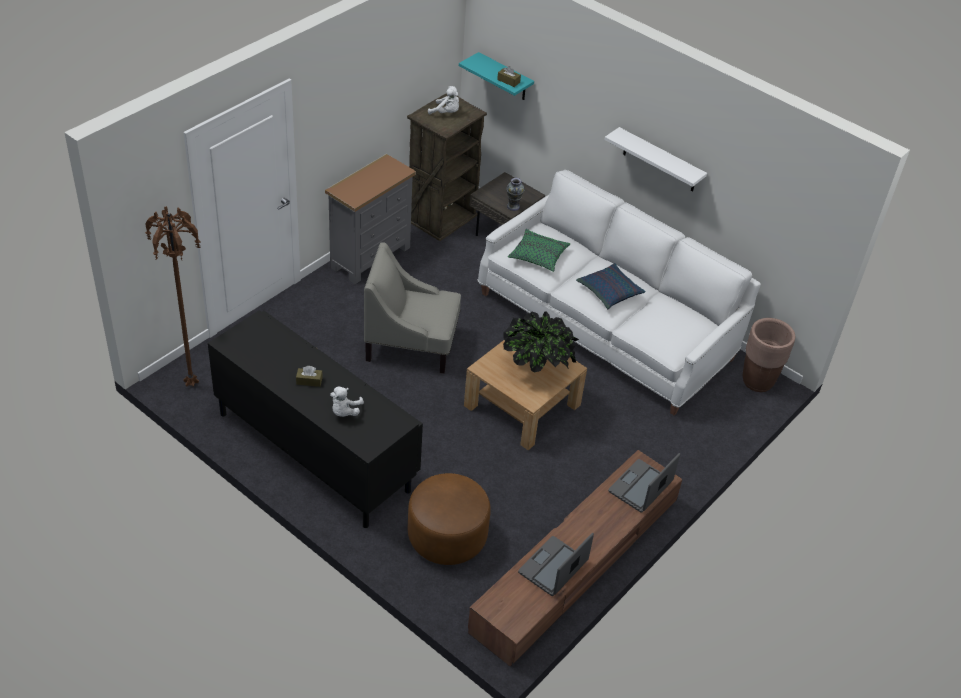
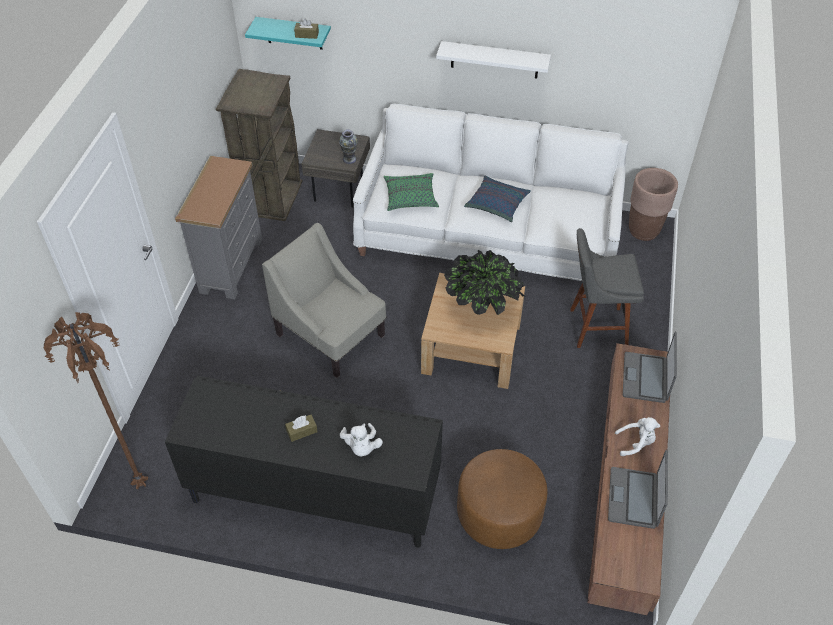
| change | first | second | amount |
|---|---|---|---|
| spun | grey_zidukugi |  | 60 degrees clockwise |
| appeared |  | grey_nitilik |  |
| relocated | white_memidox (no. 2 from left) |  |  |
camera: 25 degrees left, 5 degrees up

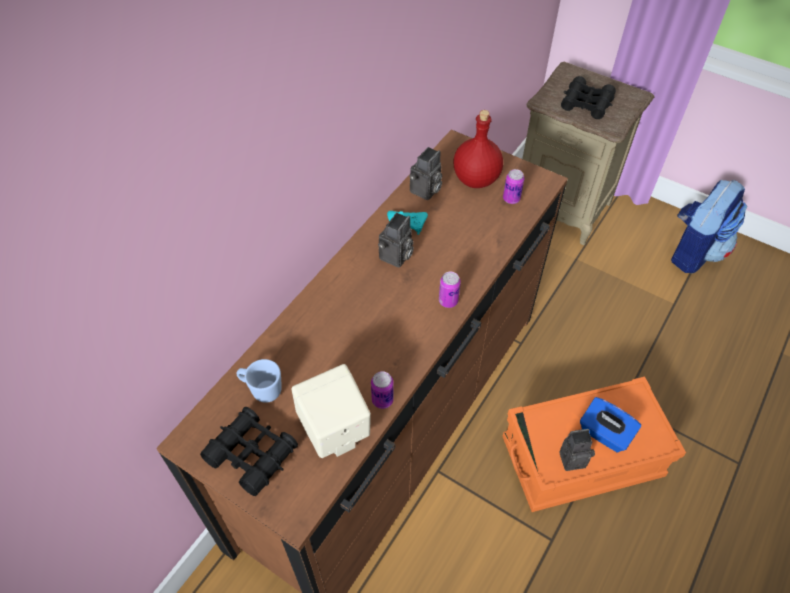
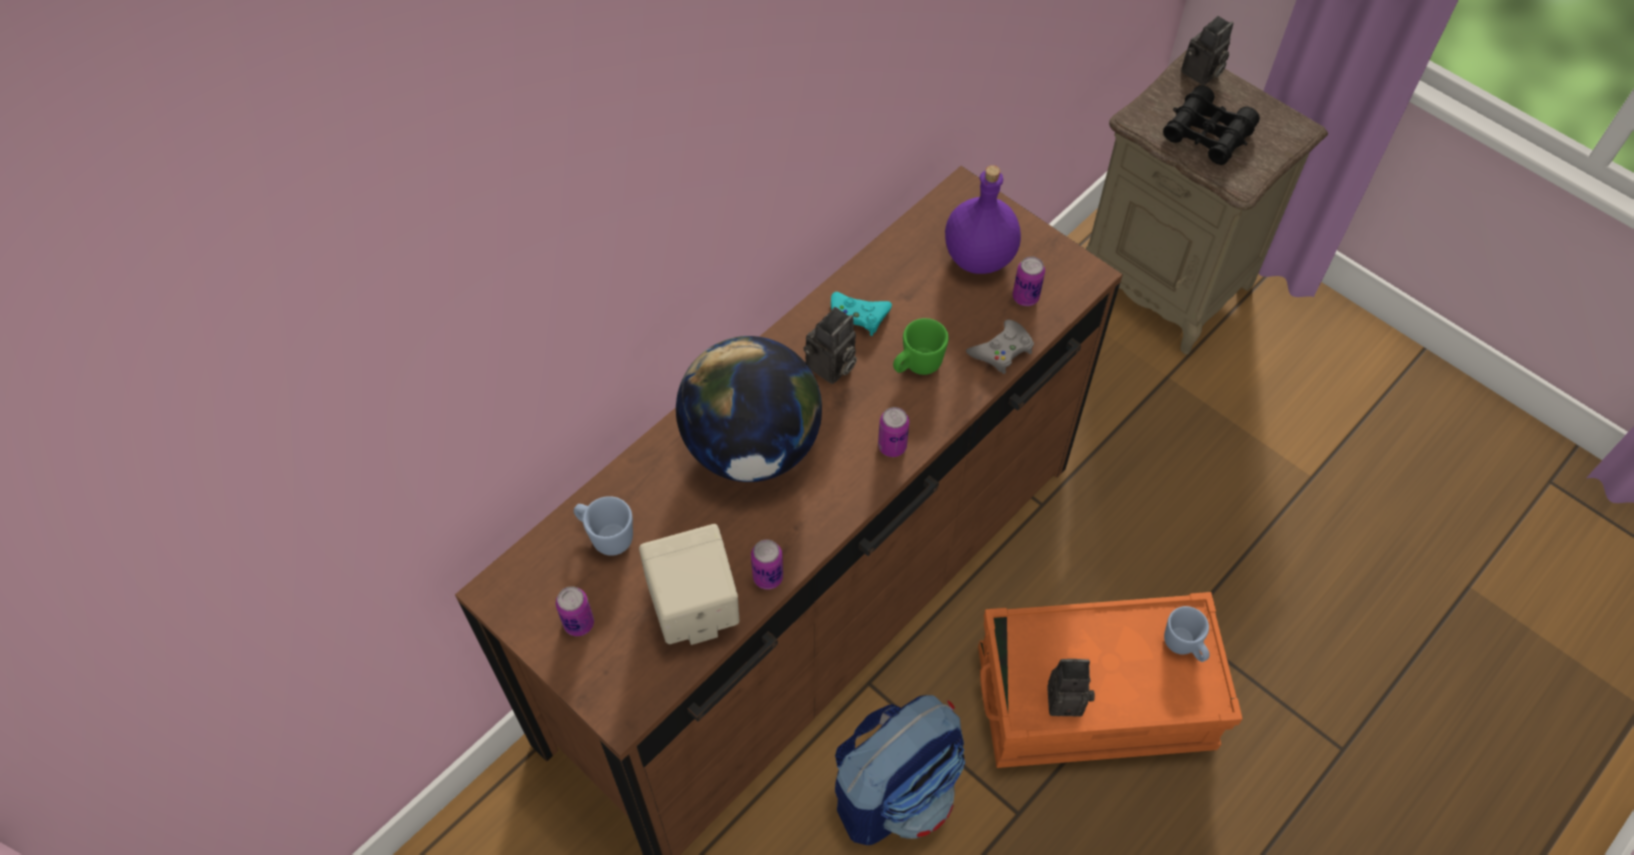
| change | first | second | amount |
|---|---|---|---|
| exchanged | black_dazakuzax (no. 1 from left) | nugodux (no. 1 from left) |  |
| appeared |  | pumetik |  |
| relocated | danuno |  |  |
| appeared |  | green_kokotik |  |
| colour | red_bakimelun | purple_bakimelun |  |
| appeared |  | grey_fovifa |  |
| appeared |  | blue_kokotik (no. 2 from left) |  |
| relocated | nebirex (no. 2 from left in the first image) | nebirex (no. 3 from left) |  |
| missing | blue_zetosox |  |  |
camera: 10 degrees right, 5 degrees up

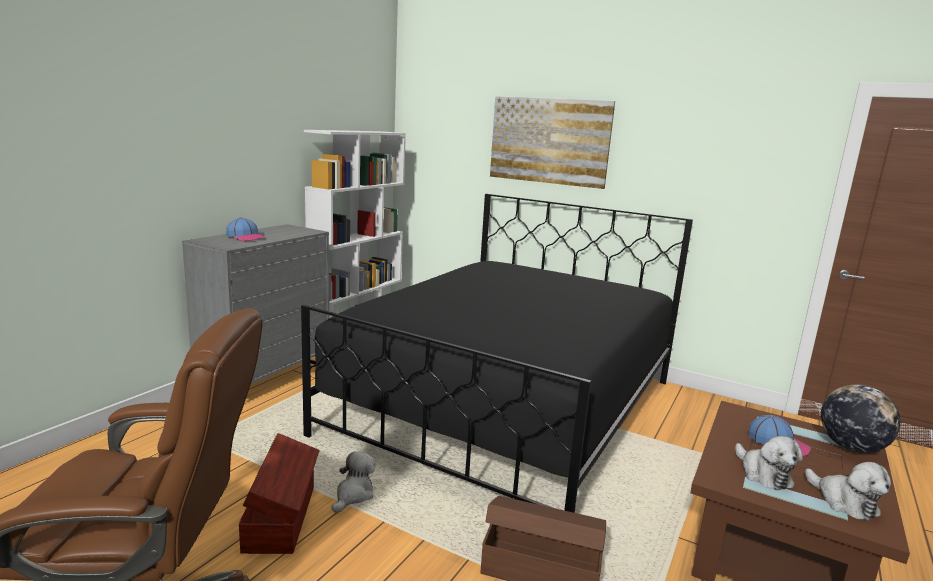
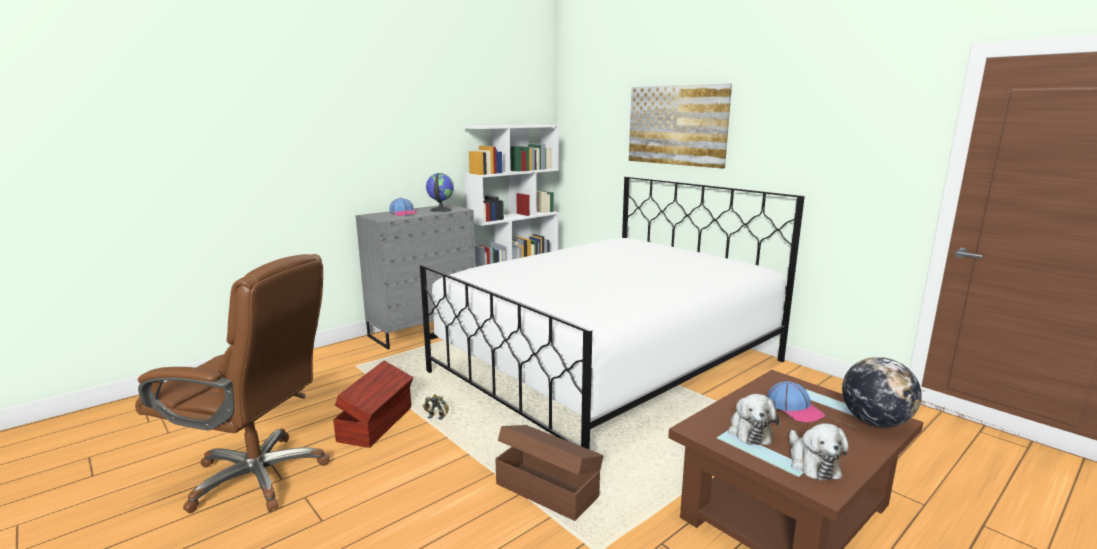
| change | first | second | amount |
|---|---|---|---|
| colour | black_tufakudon | white_tufakudon |  |
| exchanged | memidox (no. 1 from left) | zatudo |  |
| appeared |  | pumetik (no. 1 from left) |  |
camera: 20 degrees right, 0 degrees up

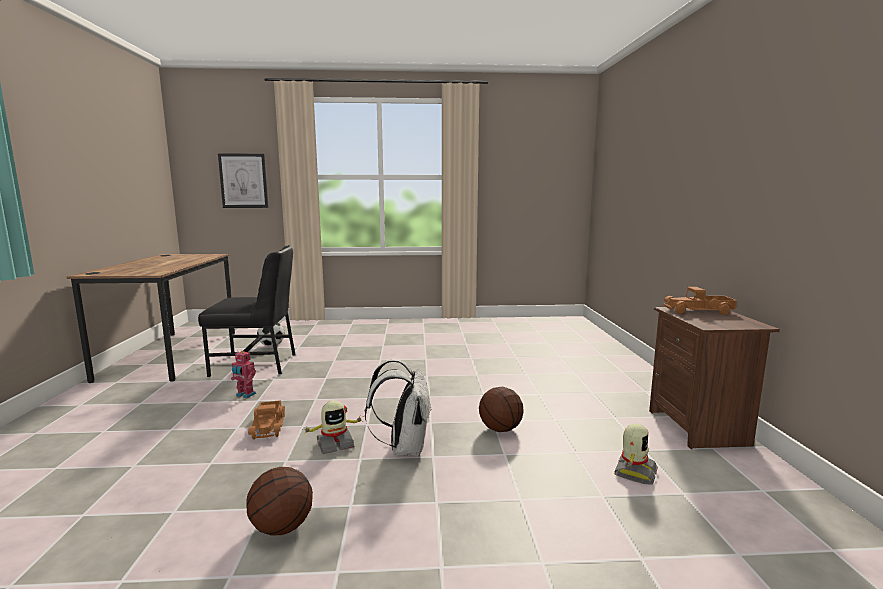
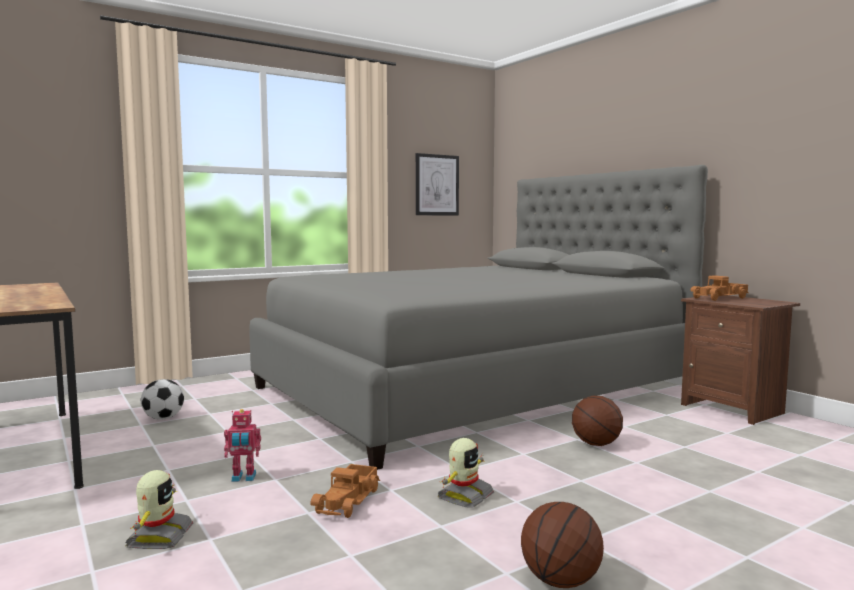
| change | first | second | amount |
|---|---|---|---|
| relocated | zatudo (no. 3 from left in the first image) | zatudo (no. 1 from left) |  |
| appeared |  | grey_tufakudon |  |
| spun | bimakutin (no. 1 from left) |  | 60 degrees clockwise |
| relocated | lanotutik |  |  |
| missing | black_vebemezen |  |  |
| missing | white_danuno |  |  |
camera: 30 degrees left, 5 degrees down

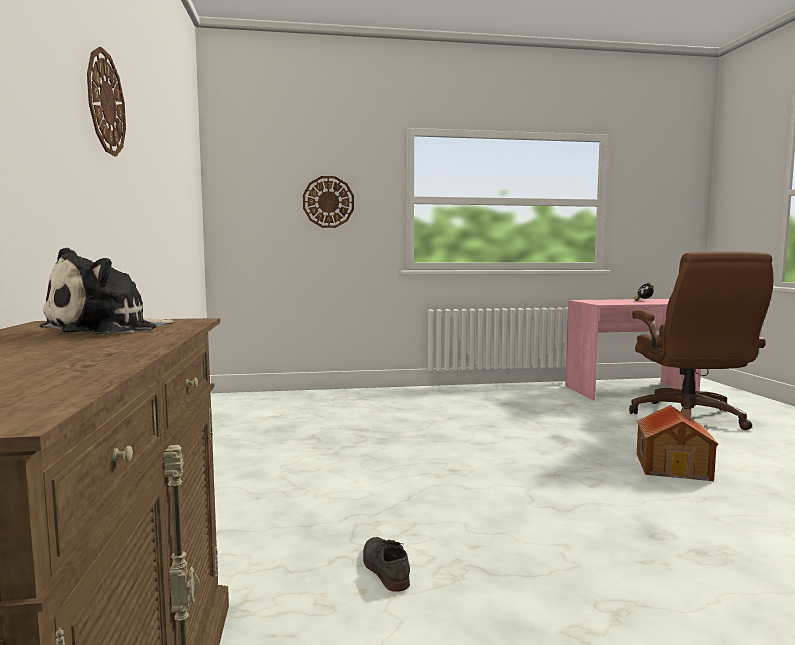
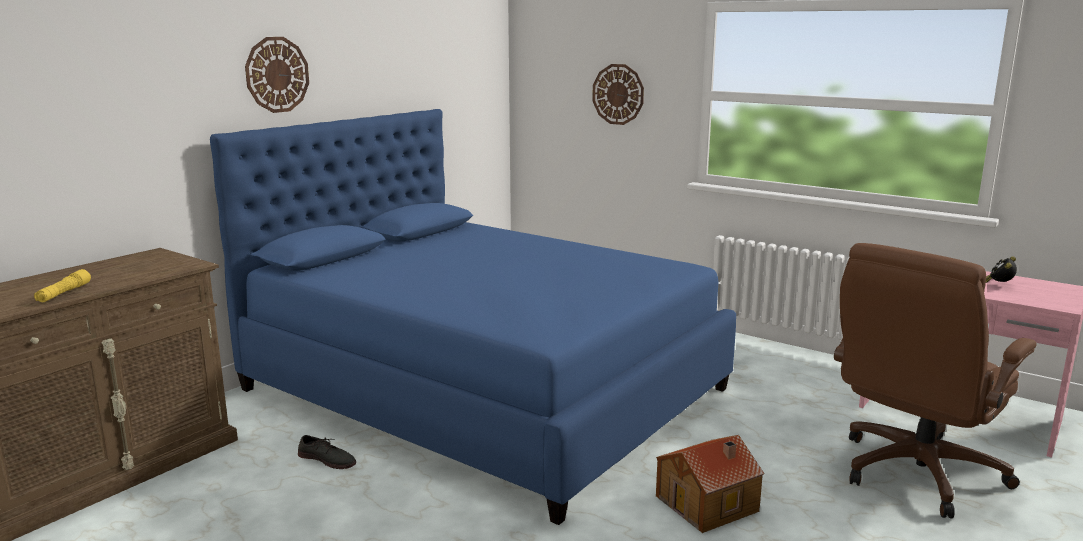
| change | first | second | amount |
|---|---|---|---|
| appeared |  | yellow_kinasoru |  |
| appeared |  | blue_tufakudon |  |
| spun | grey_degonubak |  | 90 degrees clockwise |
| missing | memidox |  |  |
camera: 45 degrees right, 10 degrees up

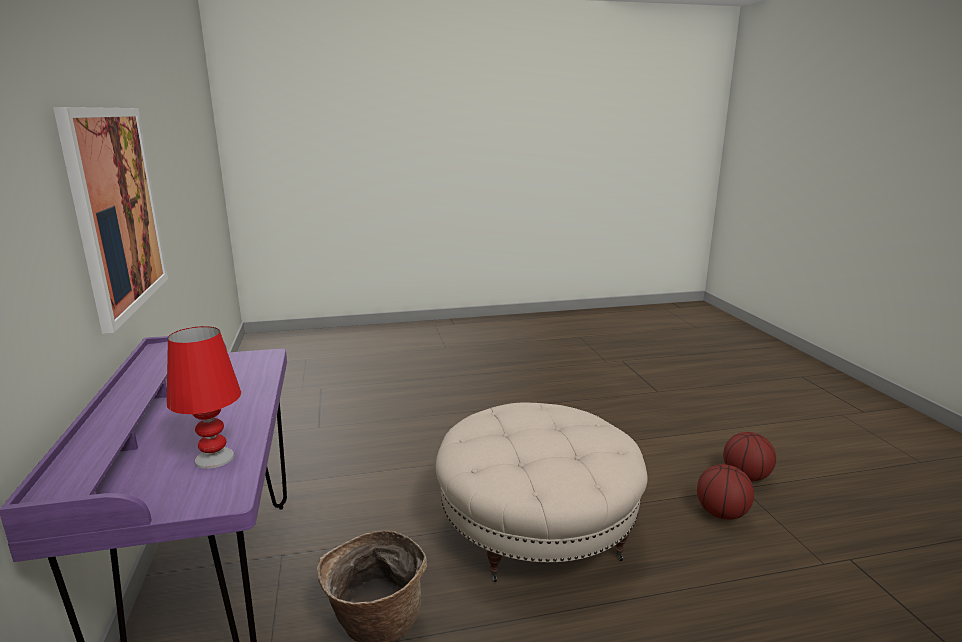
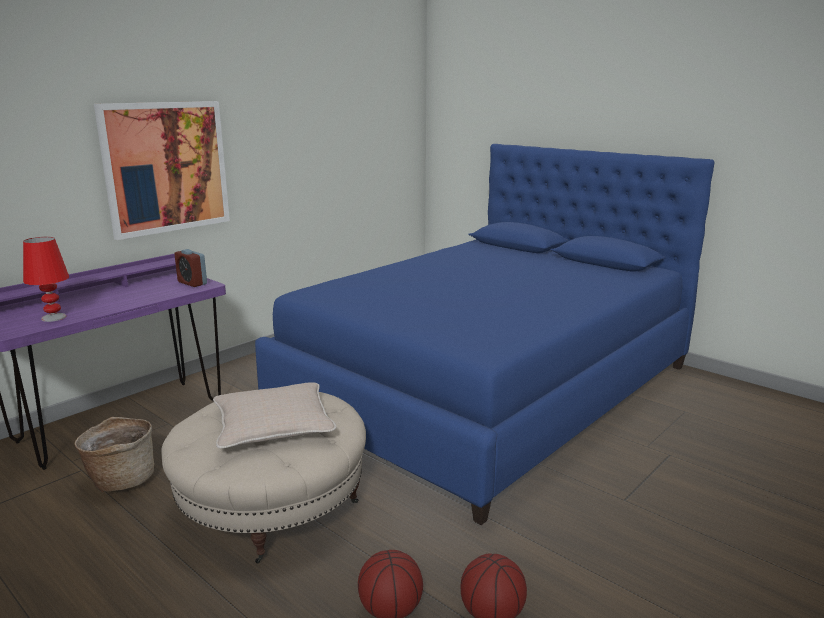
| change | first | second | amount |
|---|---|---|---|
| appeared |  | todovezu |  |
| appeared |  | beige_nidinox |  |
| appeared |  | blue_tufakudon |  |
camera: 55 degrees right, 0 degrees up

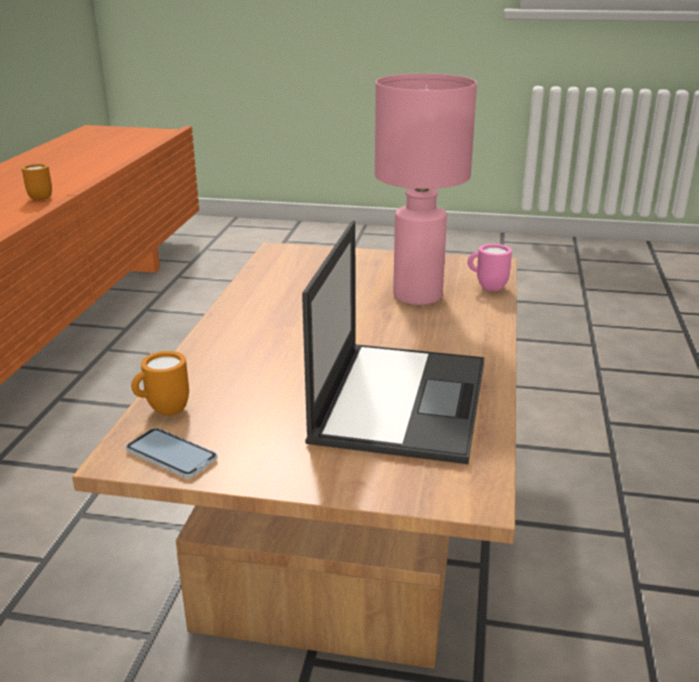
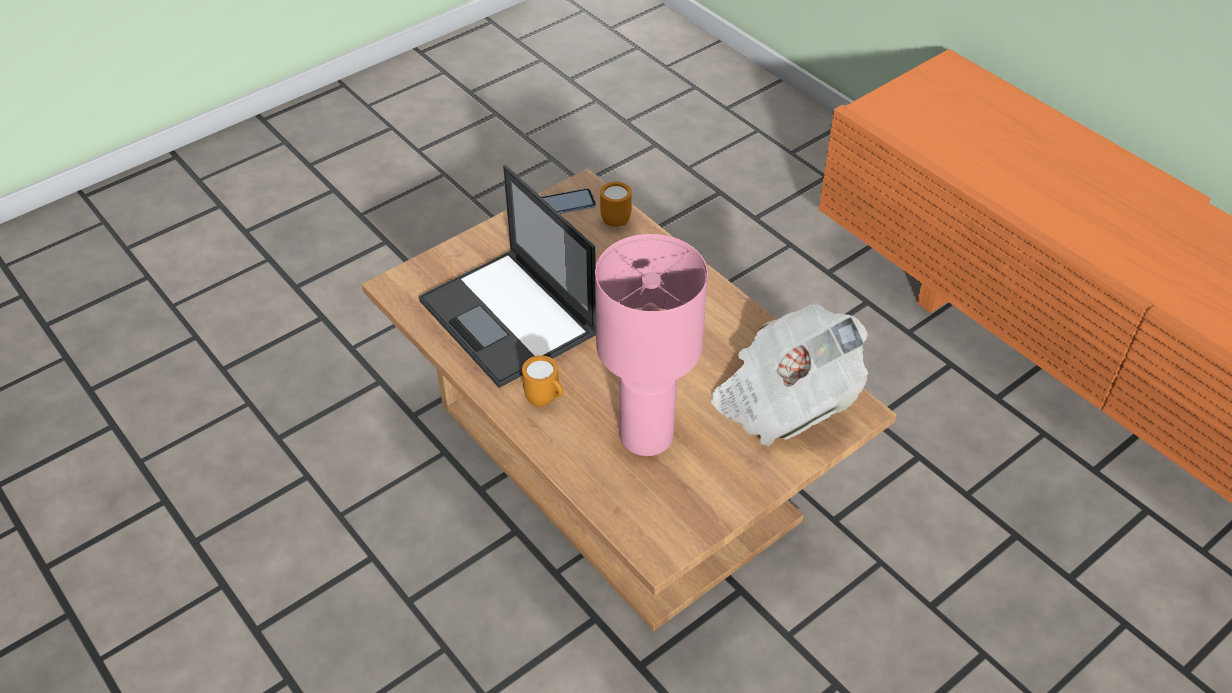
| change | first | second | amount |
|---|---|---|---|
| relocated | orange_kokotik (no. 1 from left) |  |  |
| appeared |  | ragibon |  |
| missing | pink_kokotik |  |  |
camera: 130 degrees right, 20 degrees up

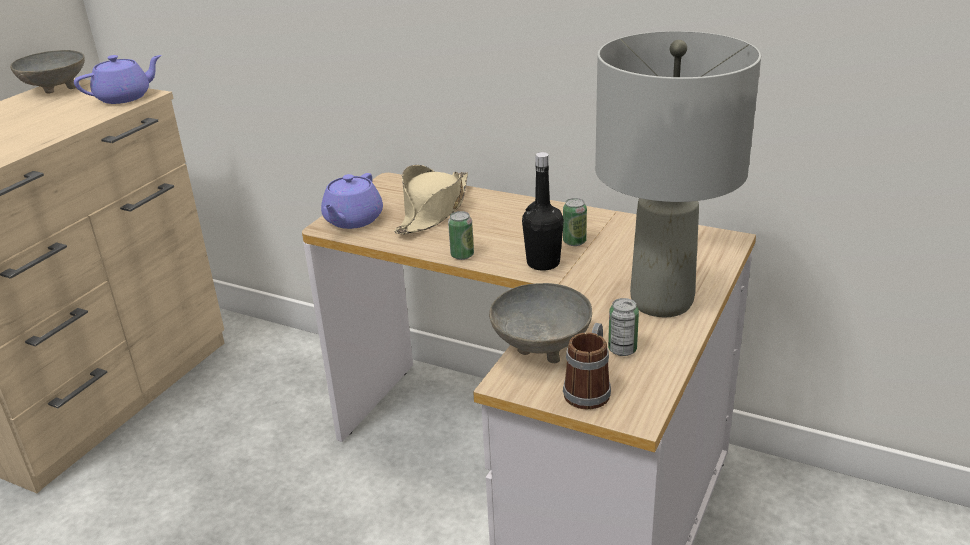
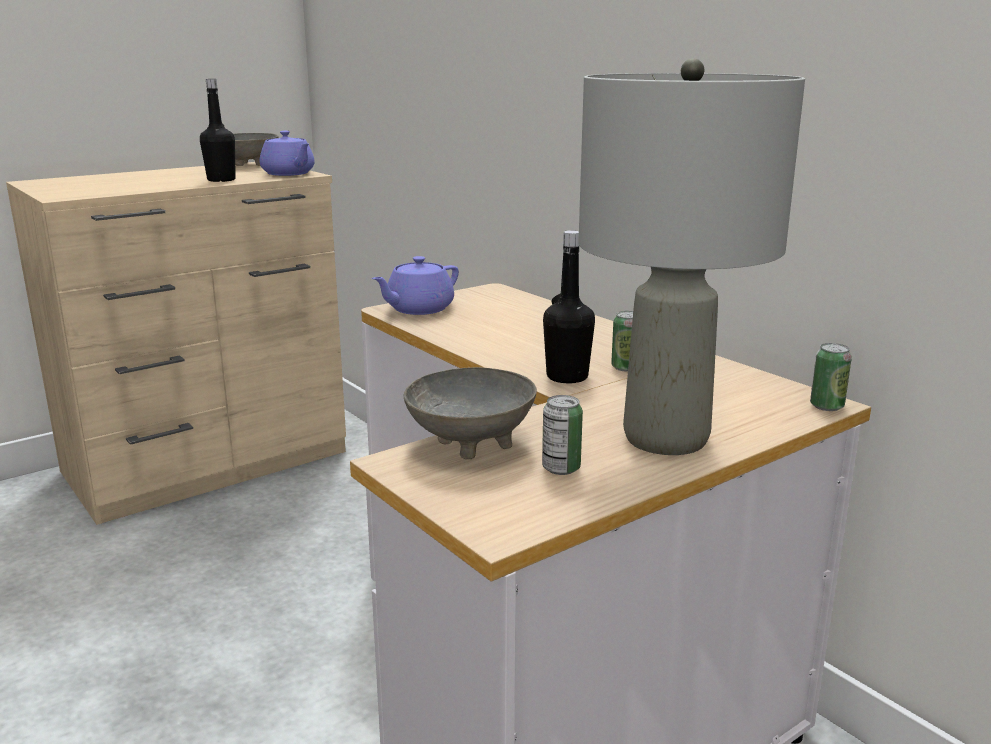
| change | first | second | amount |
|---|---|---|---|
| appeared |  | black_bakimelun (no. 1 from left) |  |
| spun | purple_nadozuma (no. 1 from left) |  | 60 degrees clockwise |
| relocated | nugodux (no. 1 from left in the first image) | nugodux (no. 3 from left) |  |
| missing | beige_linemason |  |  |
| missing | kokotik |  |  |
camera: 25 degrees right, 10 degrees down

